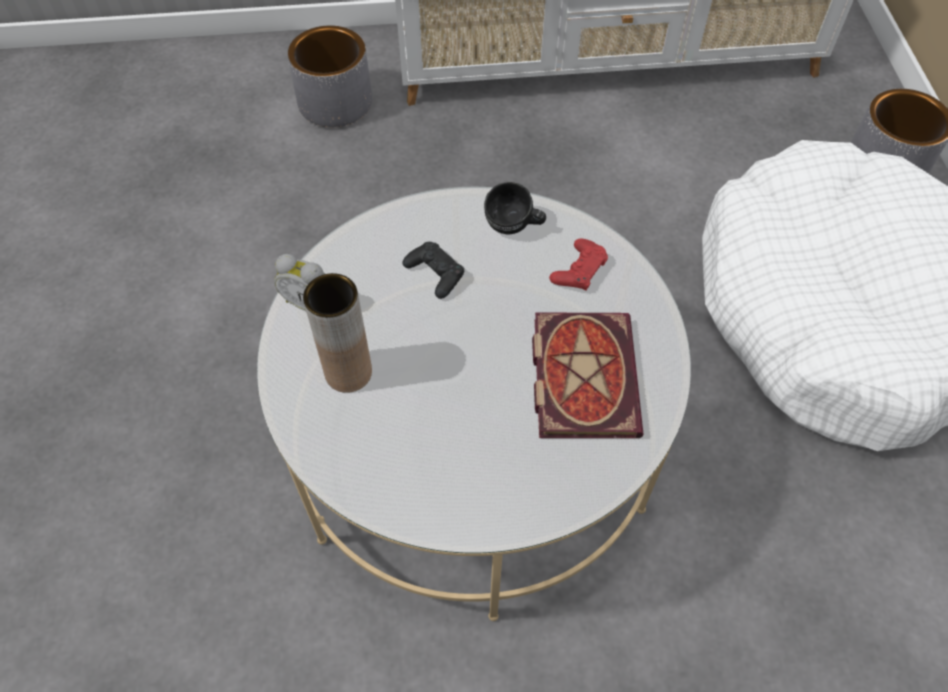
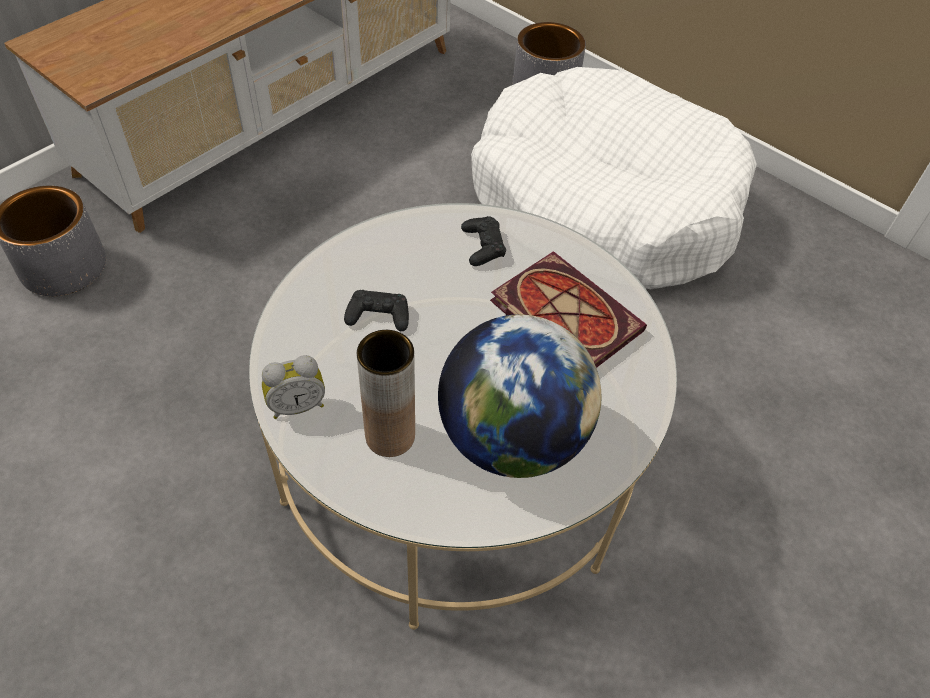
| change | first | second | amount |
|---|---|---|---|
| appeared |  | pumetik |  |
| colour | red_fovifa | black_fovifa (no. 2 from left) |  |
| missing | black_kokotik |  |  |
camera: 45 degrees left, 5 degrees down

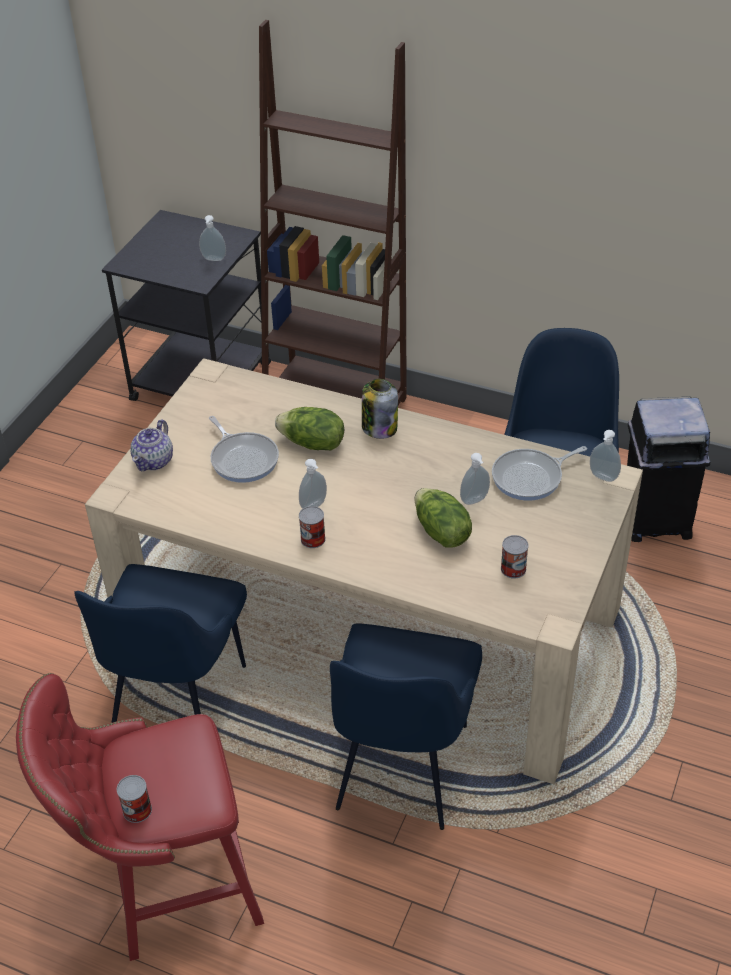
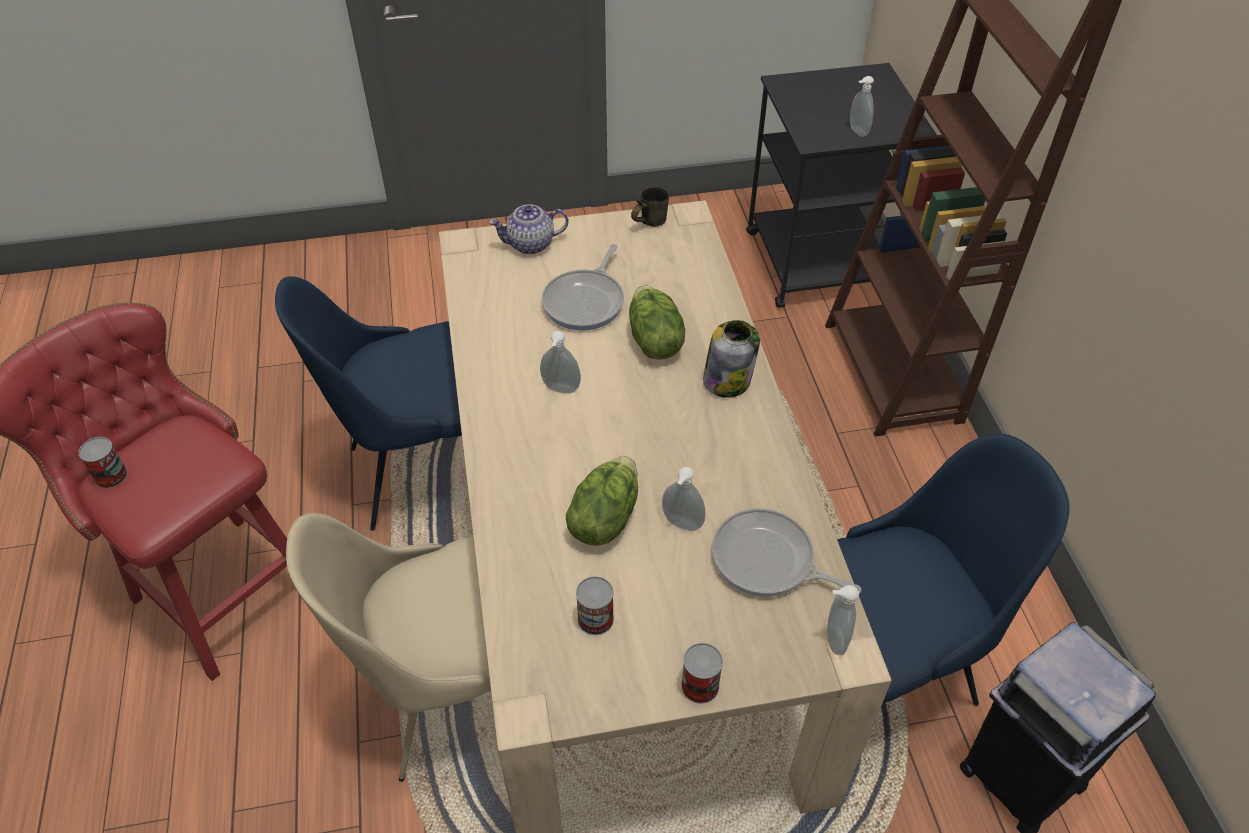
| change | first | second | amount |
|---|---|---|---|
| colour | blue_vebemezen (no. 2 from left) | beige_vebemezen |  |
| appeared |  | grey_kokotik |  |
| relocated | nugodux (no. 2 from left in the first image) | nugodux (no. 3 from left) |  |
camera: 55 degrees right, 5 degrees up

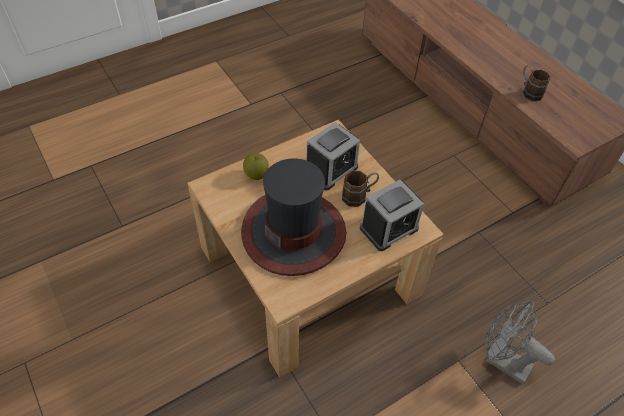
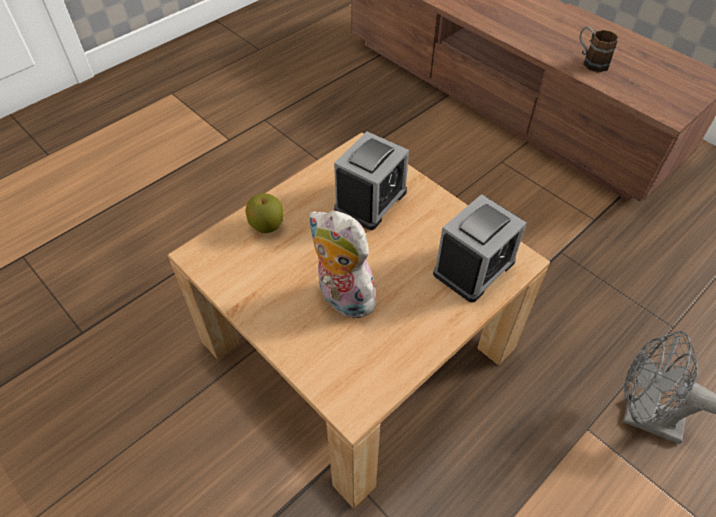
| change | first | second | amount |
|---|---|---|---|
| exchanged | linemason | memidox |  |
| missing | brown_kokotik (no. 1 from left) |  |  |
camera: 10 degrees left, 0 degrees up

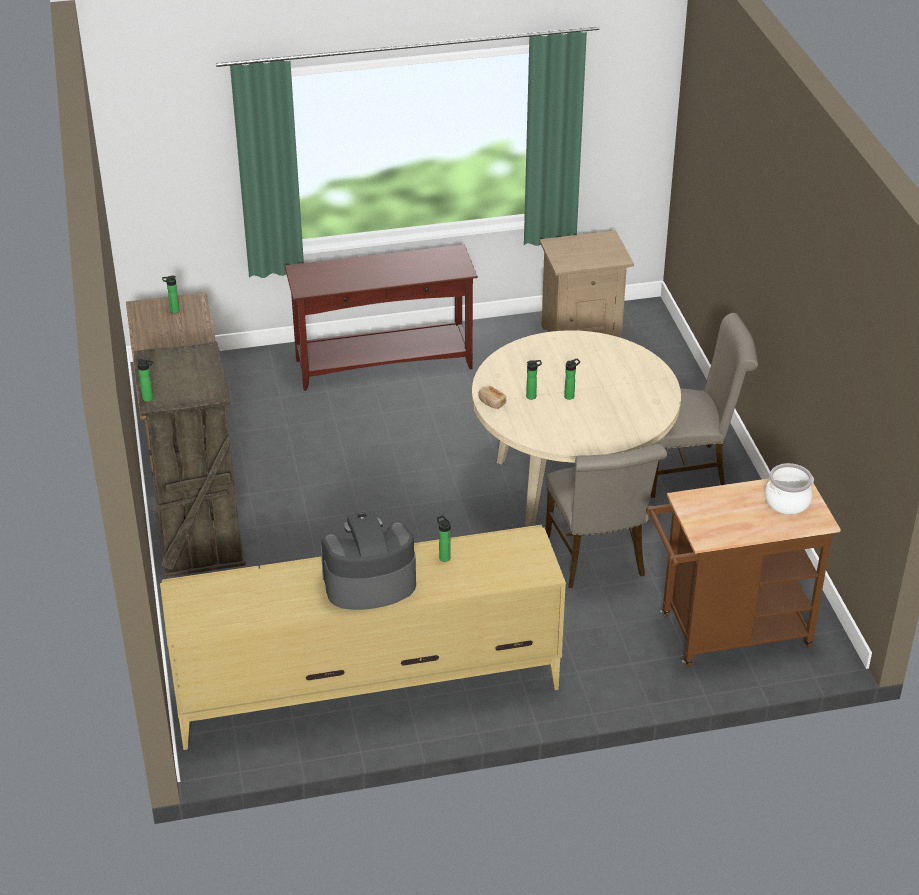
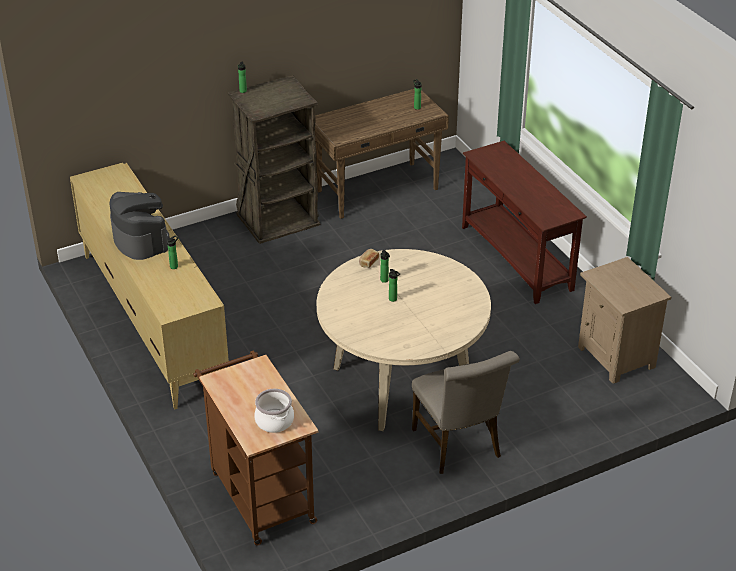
| change | first | second | amount |
|---|---|---|---|
| missing | beige_vebemezen (no. 1 from left) |  |  |
camera: 75 degrees right, 0 degrees up

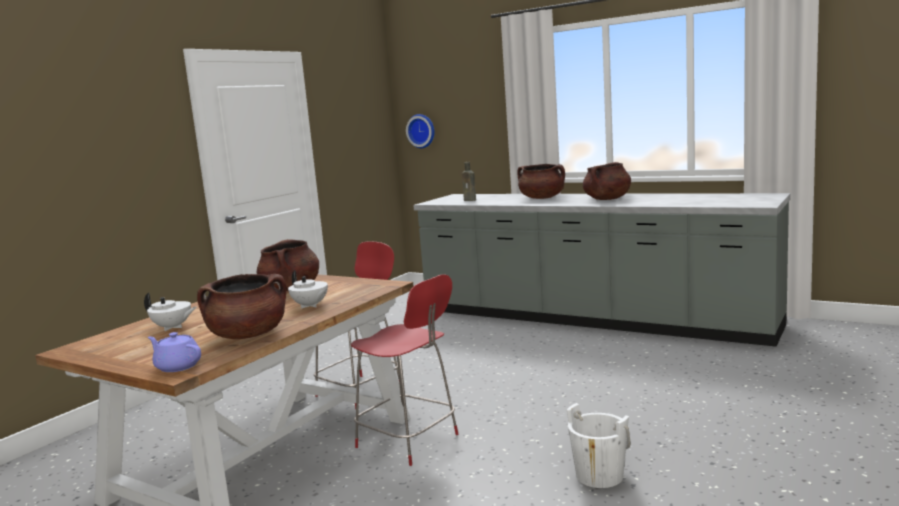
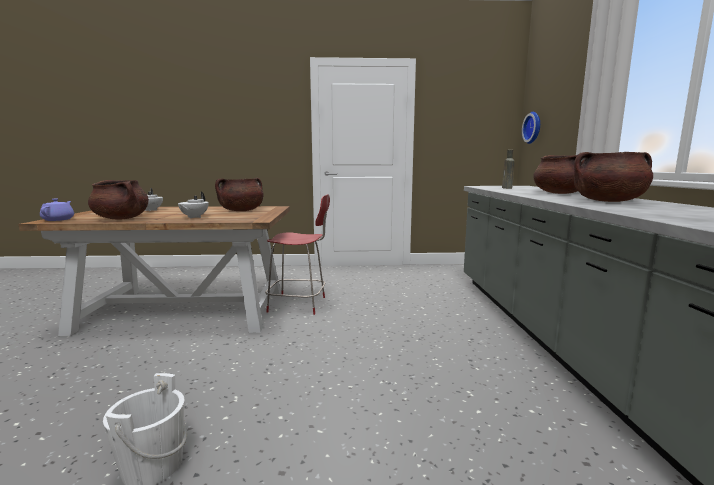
| change | first | second | amount |
|---|---|---|---|
| missing | red_vebemezen (no. 2 from left) |  |  |
camera: 55 degrees right, 0 degrees up

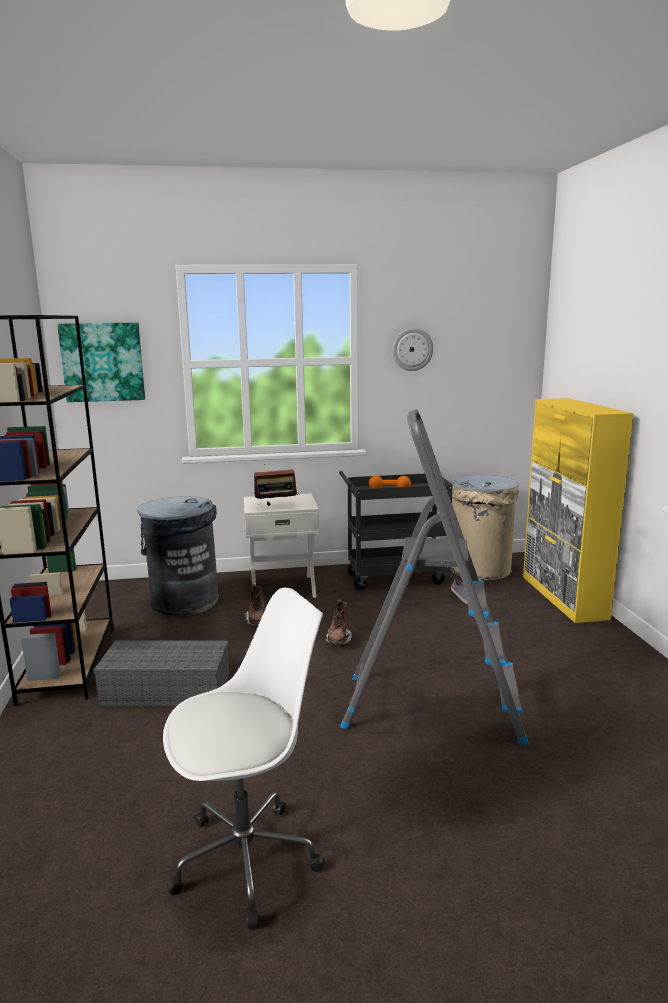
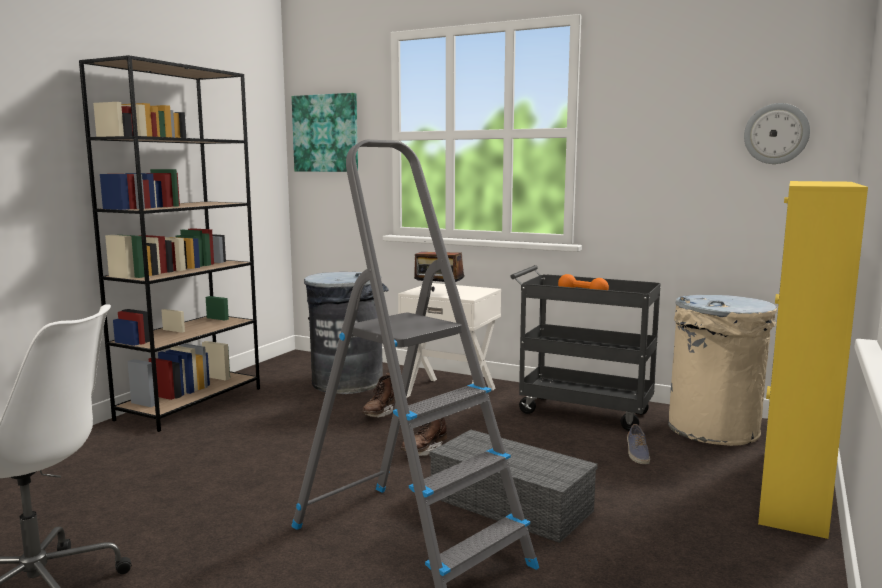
| change | first | second | amount |
|---|---|---|---|
| relocated | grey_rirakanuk |  |  |
| relocated | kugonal |  |  |
camera: 35 degrees right, 5 degrees down

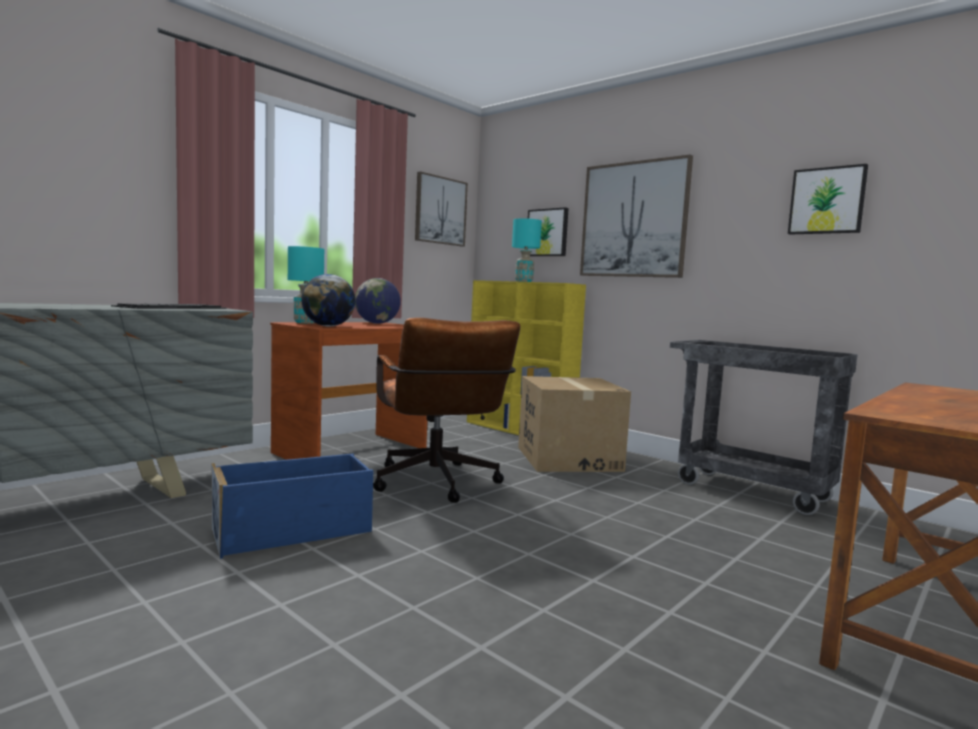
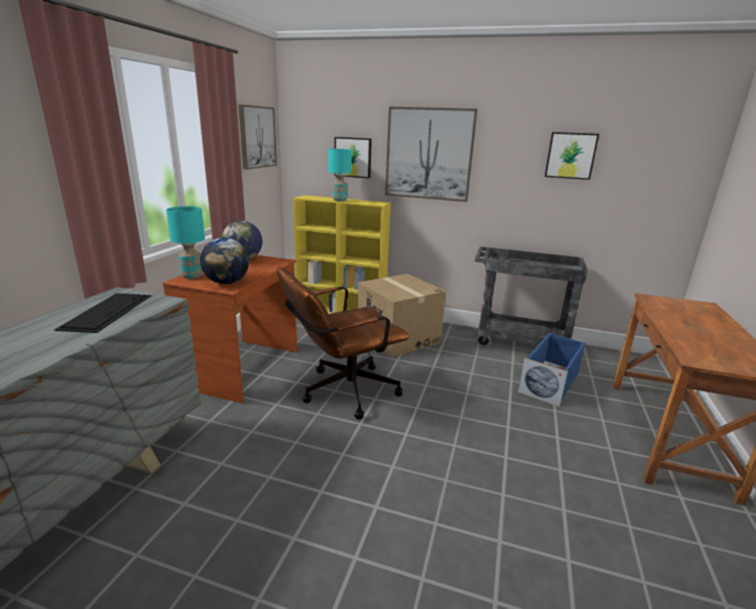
| change | first | second | amount |
|---|---|---|---|
| spun | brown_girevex |  | 105 degrees clockwise |
| relocated | blue_rirakanuk |  |  |
camera: 25 degrees left, 15 degrees up

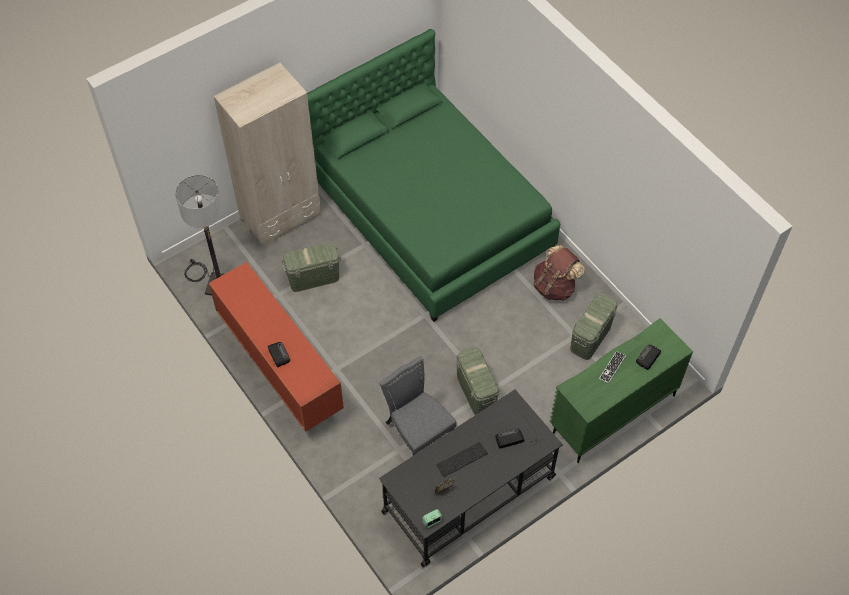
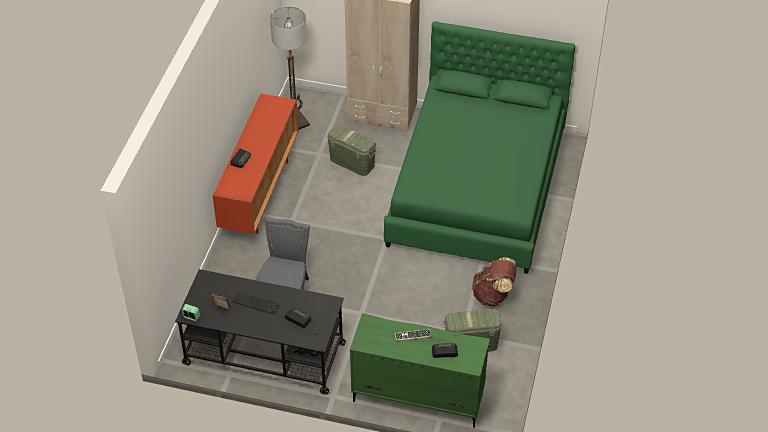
| change | first | second | amount |
|---|---|---|---|
| missing | green_rirakanuk (no. 2 from left) |  |  |
camera: 50 degrees right, 10 degrees down

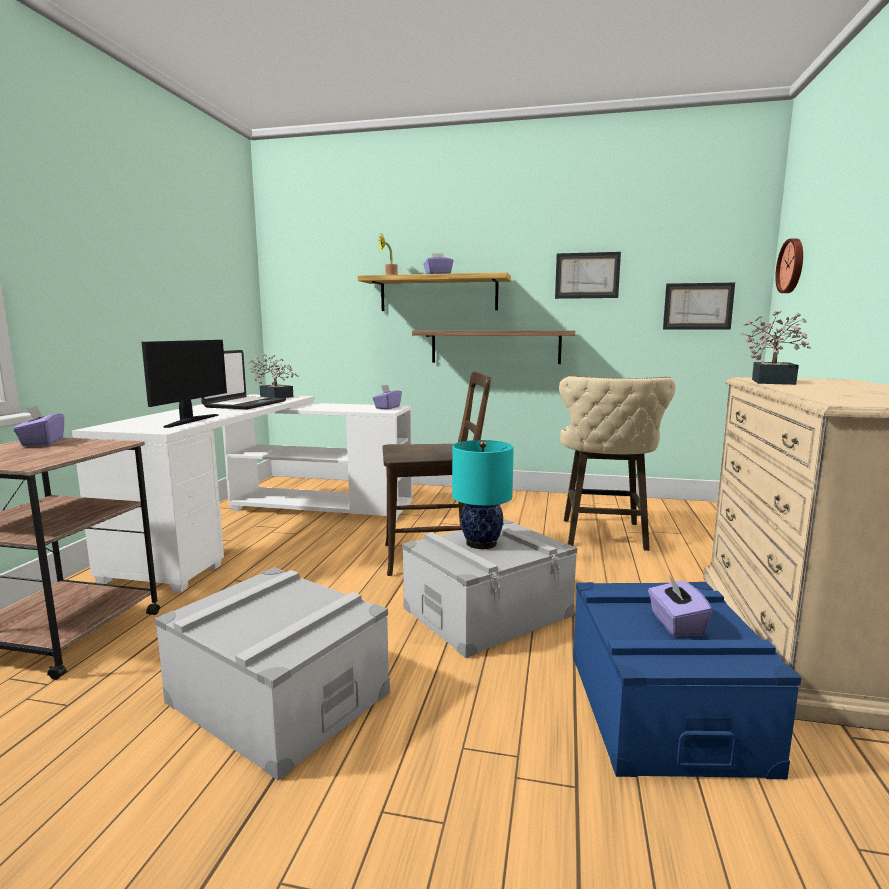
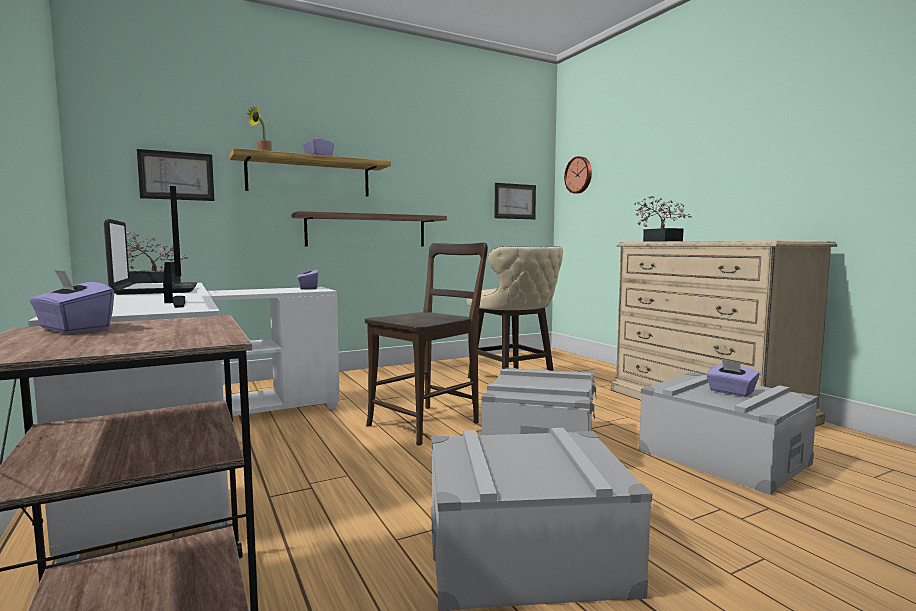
| change | first | second | amount |
|---|---|---|---|
| relocated | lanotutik (no. 1 from left) |  |  |
| colour | blue_rirakanuk | grey_rirakanuk (no. 3 from left) |  |
| missing | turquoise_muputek |  |  |
camera: 40 degrees left, 5 degrees down

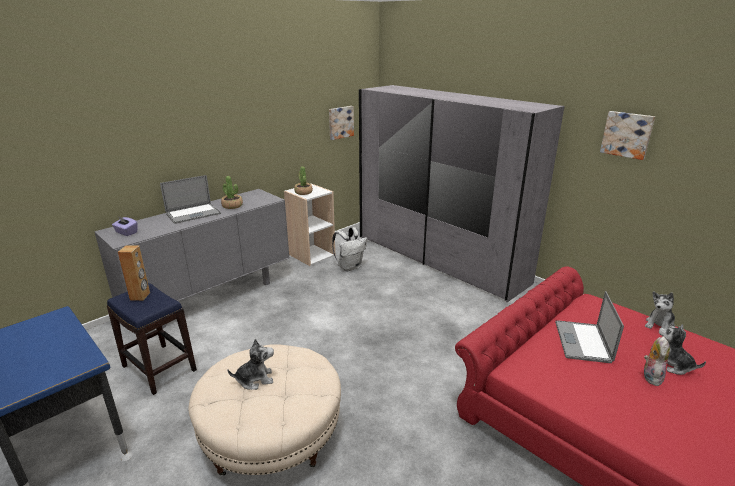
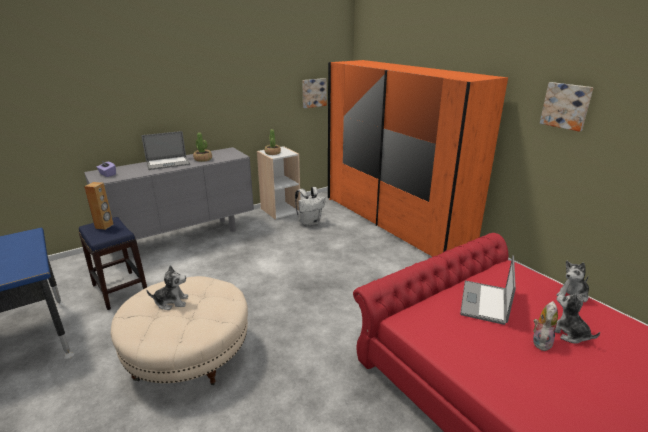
| change | first | second | amount |
|---|---|---|---|
| colour | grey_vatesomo | orange_vatesomo |  |
camera: 10 degrees right, 0 degrees up

